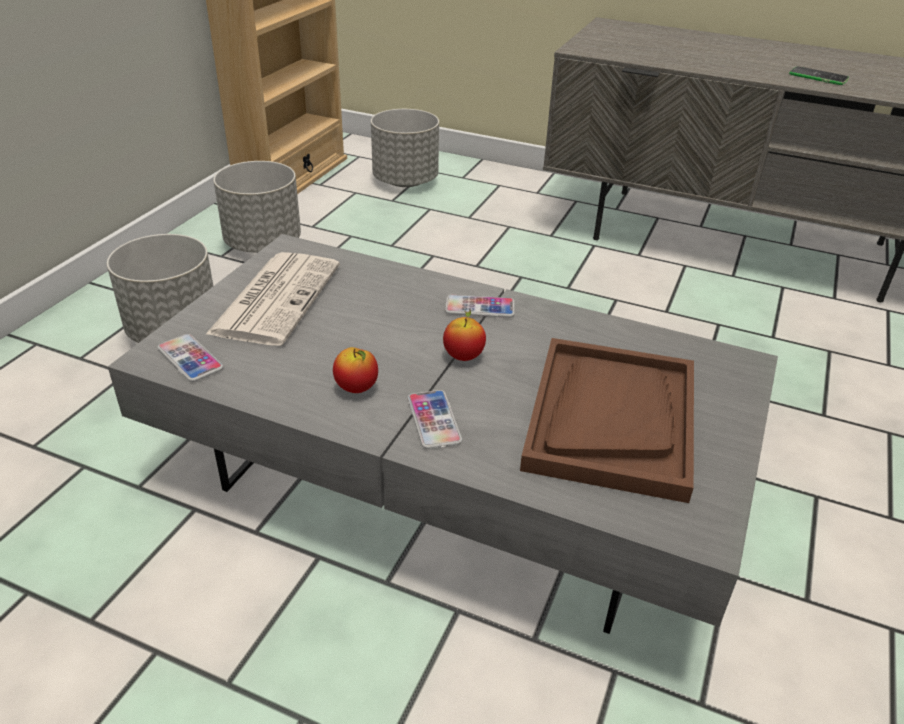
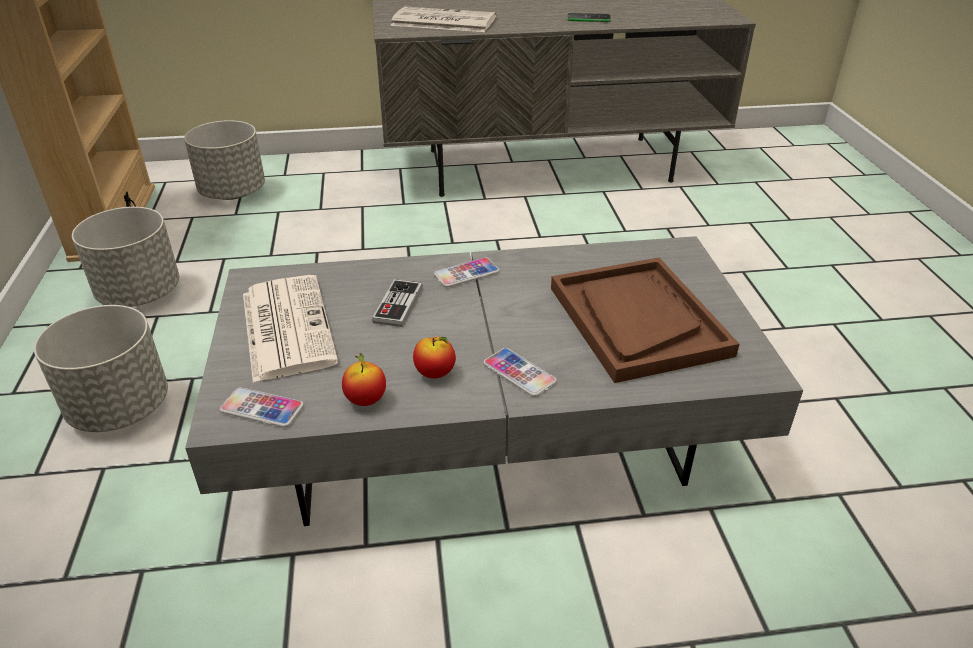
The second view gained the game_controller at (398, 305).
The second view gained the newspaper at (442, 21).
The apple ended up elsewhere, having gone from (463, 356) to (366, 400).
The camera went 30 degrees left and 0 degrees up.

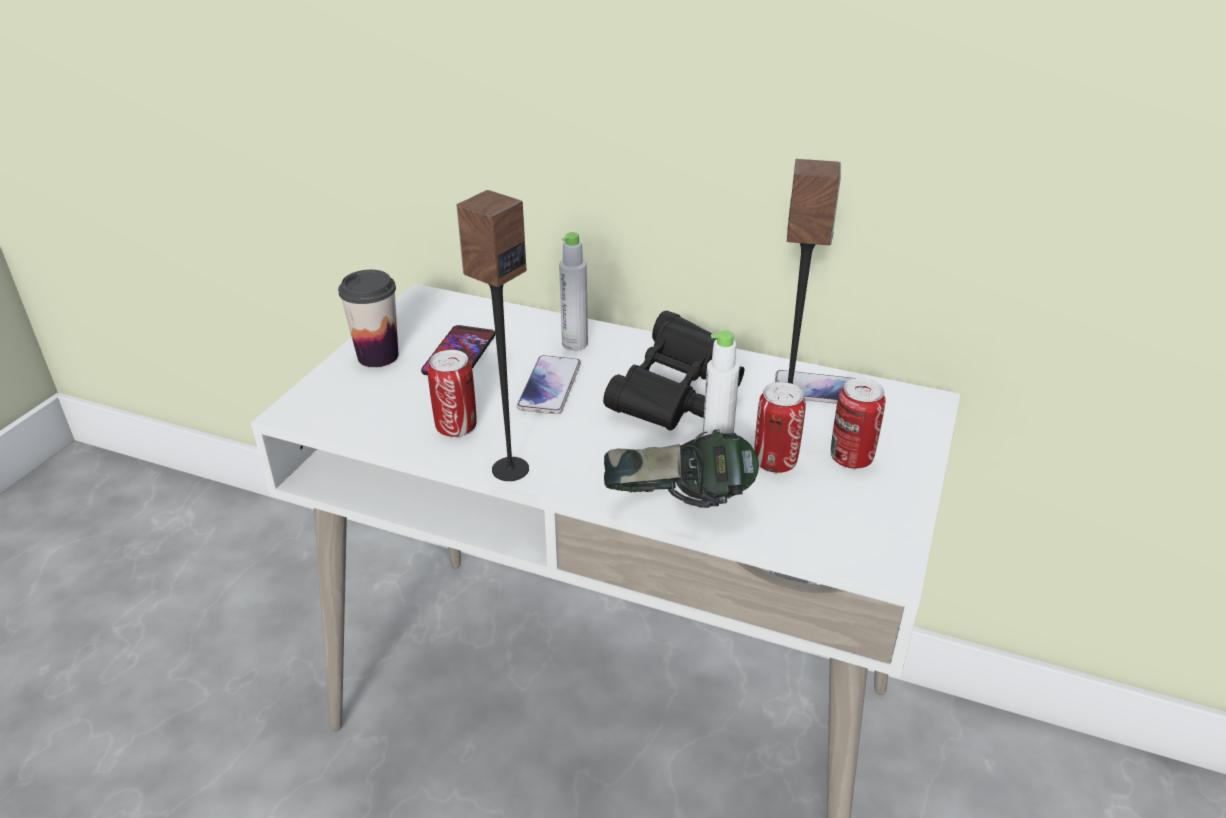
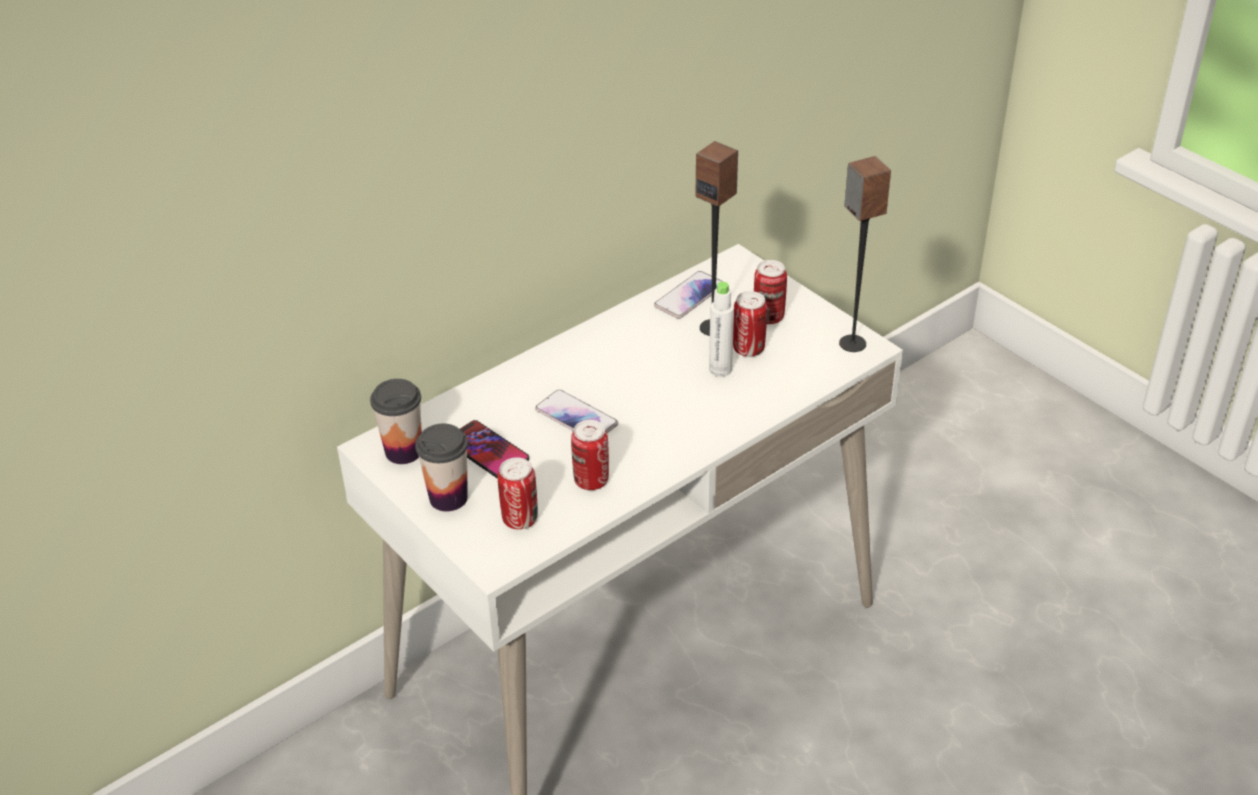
The second view lost the grey_bottle at (575, 344).
The second view lost the black_binoculars at (677, 398).
The second view lost the headphones at (678, 509).
The second view gained the cup at (403, 451).
The second view gained the can at (520, 519).
The speaker ended up elsewhere, having gone from (509, 469) to (852, 344).
The camera went 60 degrees left and 5 degrees up.

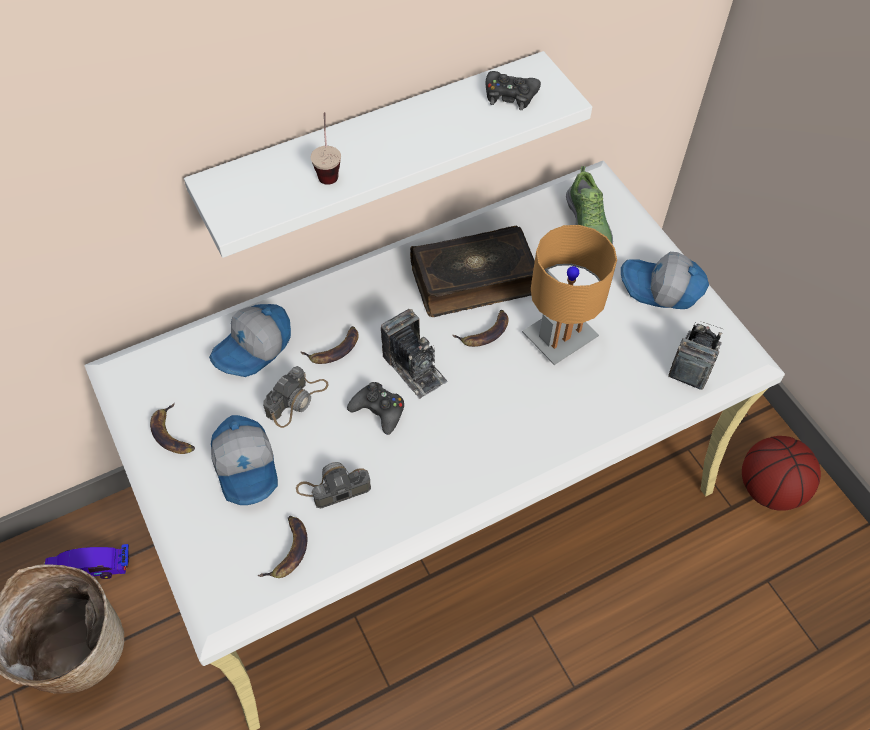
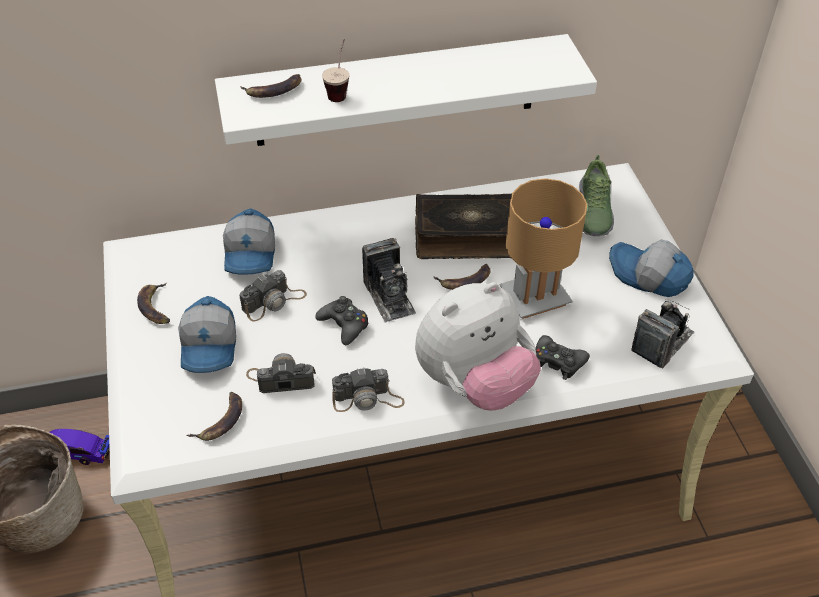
The second view lost the basketball at (769, 488).
The second view gained the photo_camera at (367, 399).
The second view gained the plush_toy at (474, 383).
The banana ended up elsewhere, having gone from (334, 349) to (274, 90).
The black_game_controller ended up elsewhere, having gone from (510, 95) to (558, 362).
The cap at (254, 348) ended up facing another way, 60 degrees counterclockwise from before.
The camera went 15 degrees right and 10 degrees down.

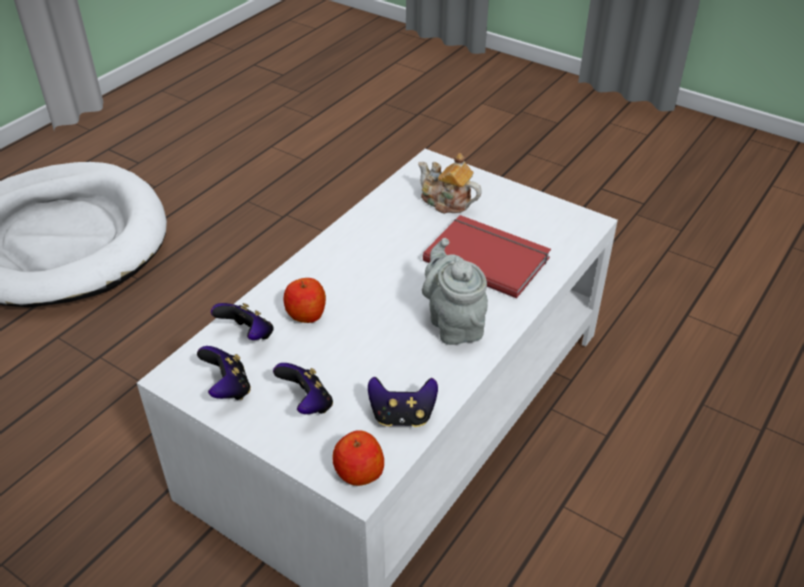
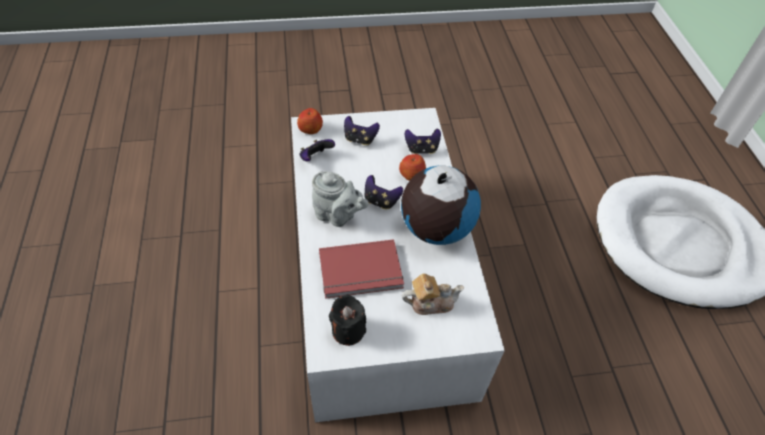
The second view gained the black_candle at (348, 330).
The second view gained the globe at (435, 228).
The game_controller ended up elsewhere, having gone from (227, 388) to (381, 201).
The camera went 135 degrees right and 10 degrees up.

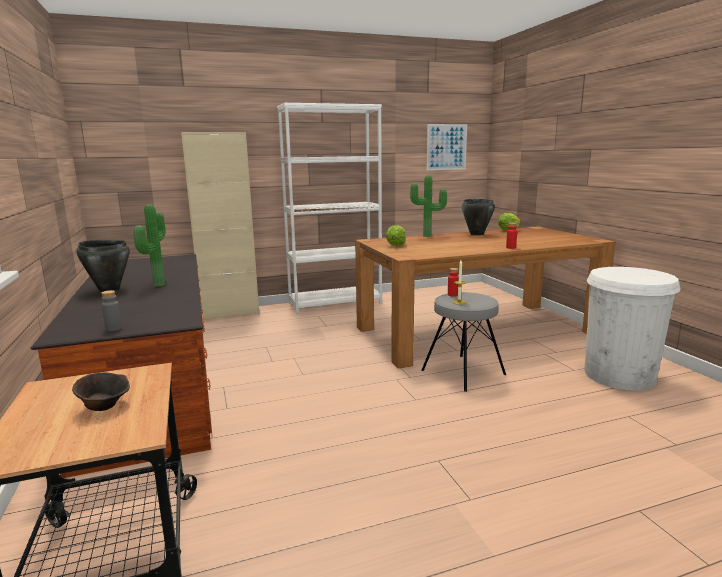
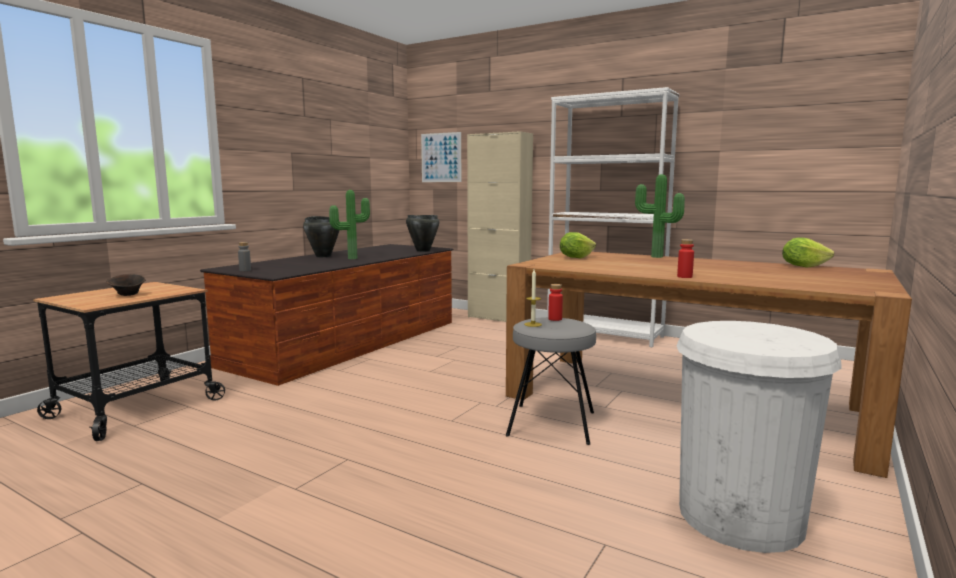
The picture ended up elsewhere, having gone from (446, 147) to (441, 157).
The black_cooking_pot ended up elsewhere, having gone from (476, 234) to (422, 251).
The camera went 50 degrees right and 5 degrees down.

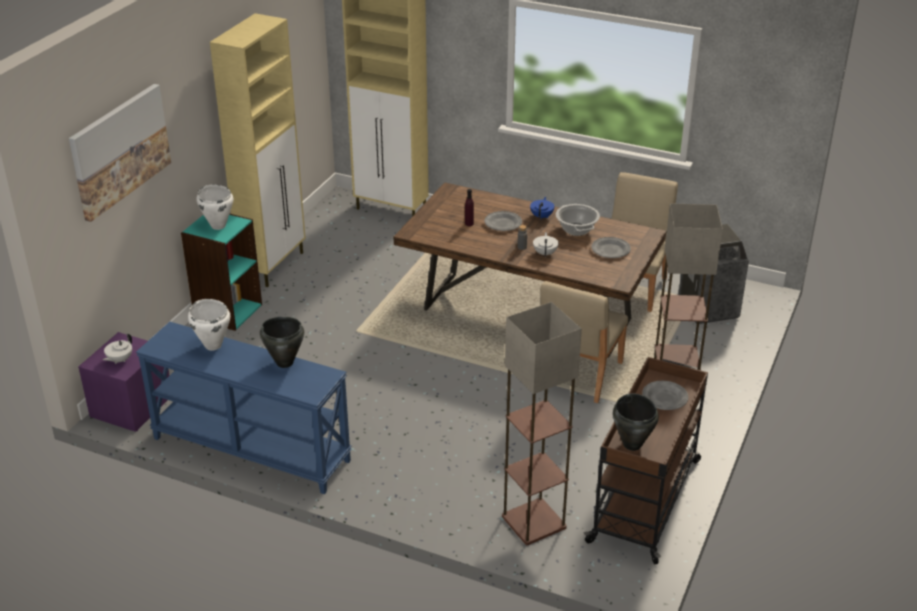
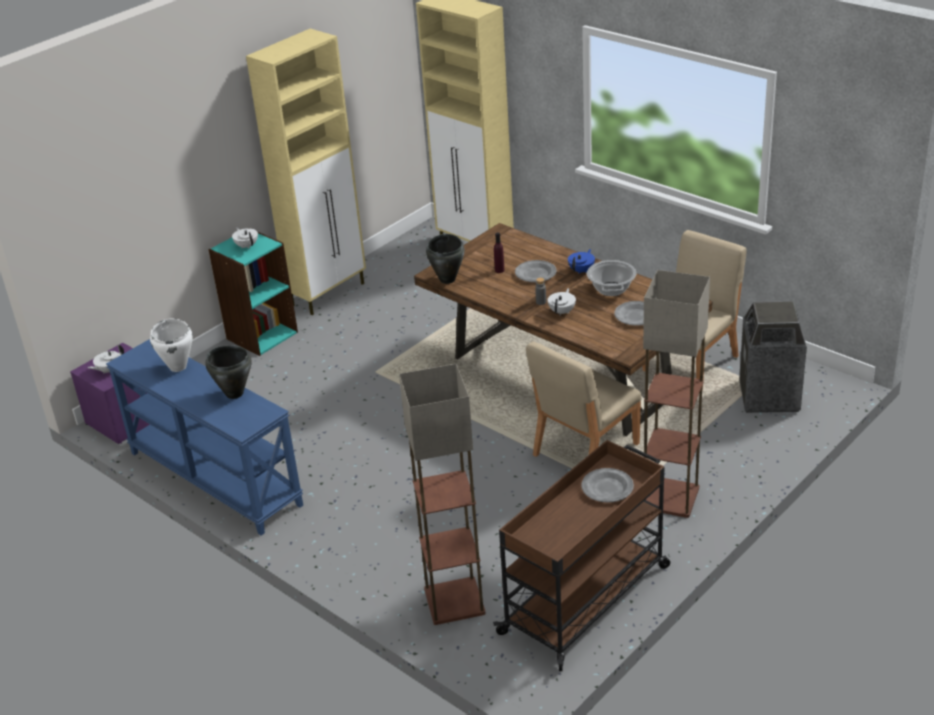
The second view lost the picture at (120, 150).
The black_cooking_pot ended up elsewhere, having gone from (632, 444) to (448, 279).
Where the white_cooking_pot stood at (218, 225), the white_teapot came to stand at (247, 246).
The camera went 20 degrees right and 0 degrees up.

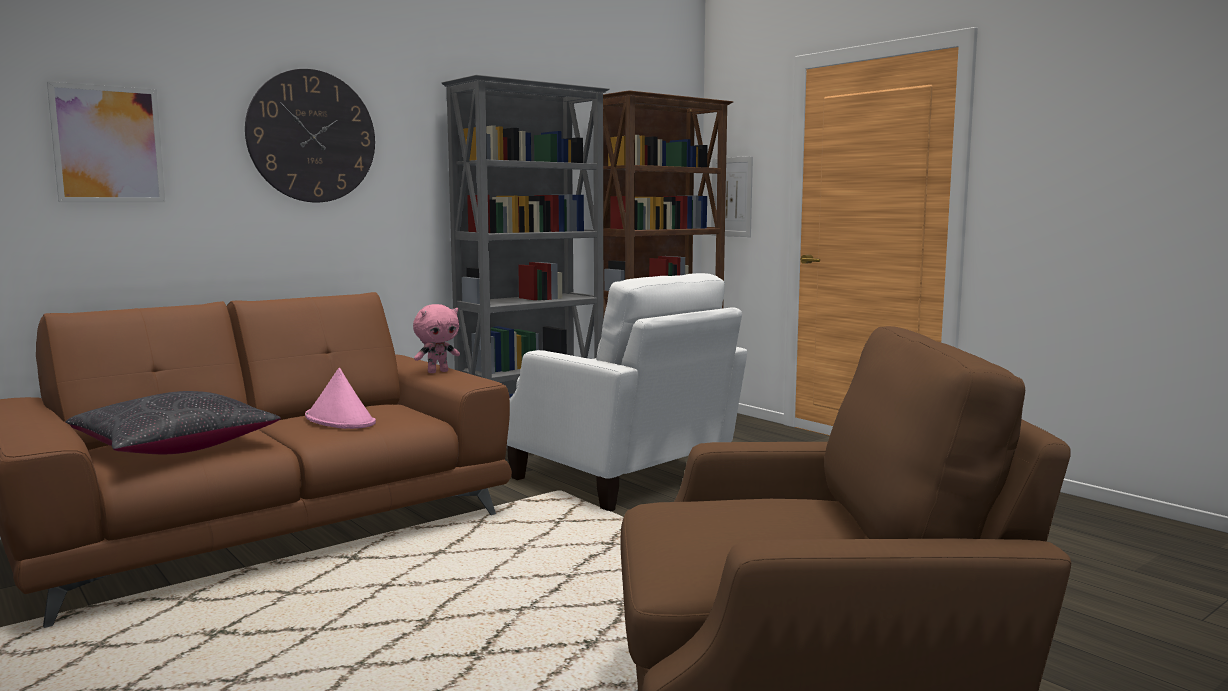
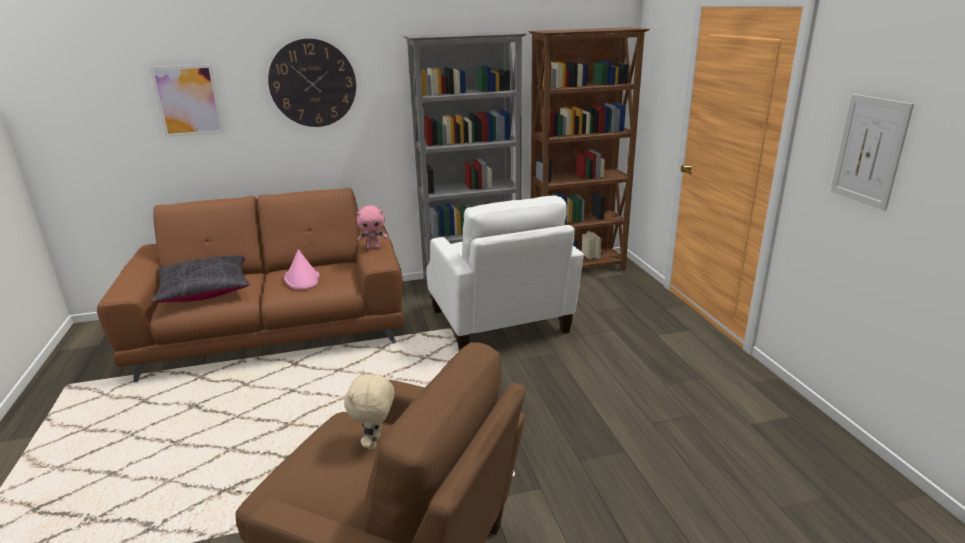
The second view gained the beige_plush_toy at (375, 443).
The picture ended up elsewhere, having gone from (732, 197) to (869, 151).
The camera went 25 degrees right and 15 degrees up.

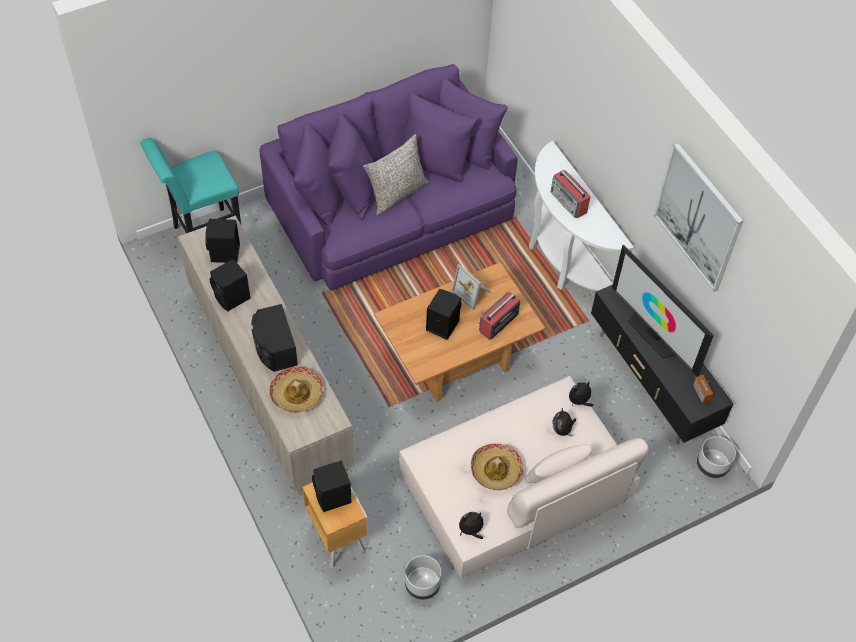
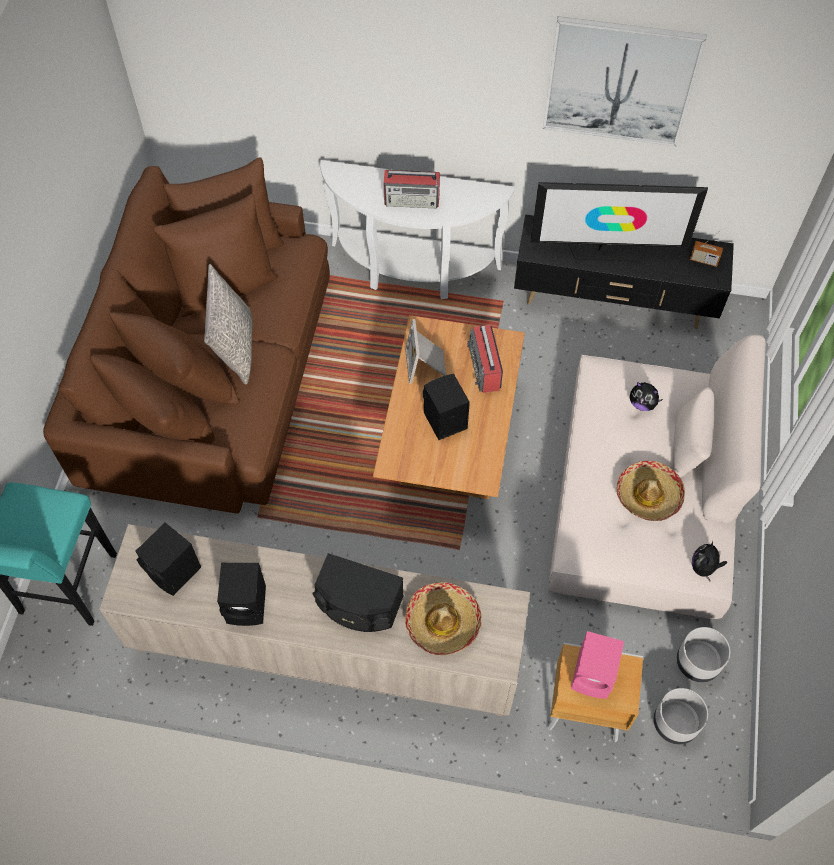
The second view lost the plush_toy at (579, 401).
The grey_planter ended up elsewhere, having gone from (712, 465) to (675, 723).
What was the purple_sofa at (392, 208) turned into the brown_sofa at (209, 374).
What was the black_speaker at (333, 497) turned into the pink_speaker at (594, 676).
The picture_frame at (473, 292) ended up facing another way, 90 degrees clockwise from before.
The camera went 50 degrees left and 5 degrees up.

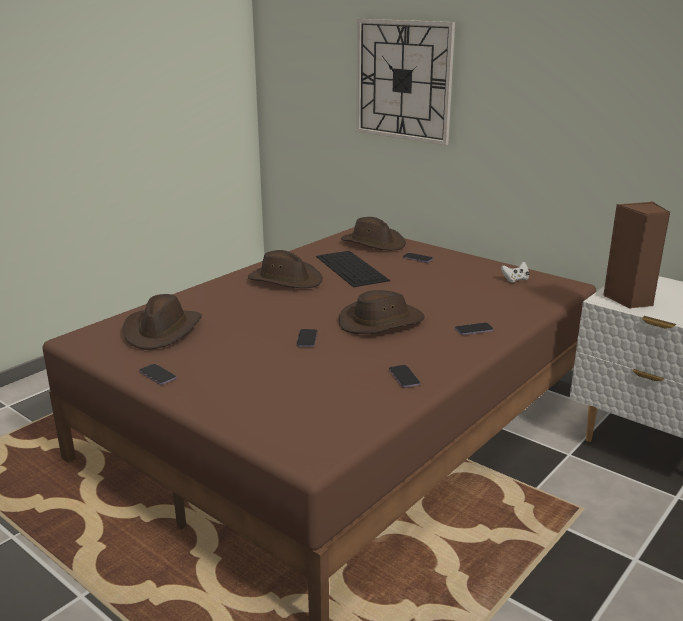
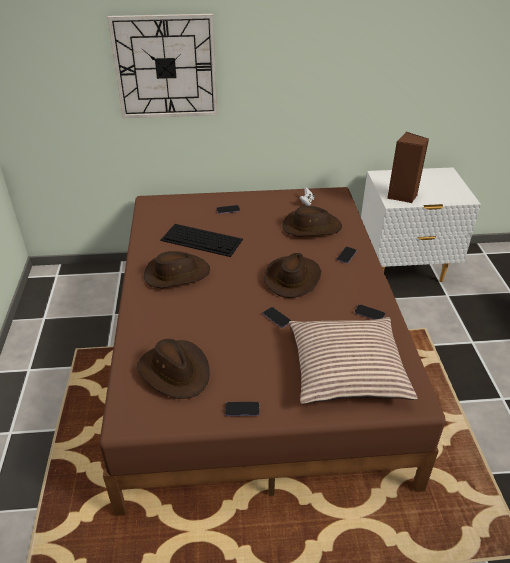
The second view gained the pillow at (346, 369).
The brown_hat ended up elsewhere, having gone from (373, 243) to (311, 227).
The camera went 45 degrees left and 15 degrees up.

